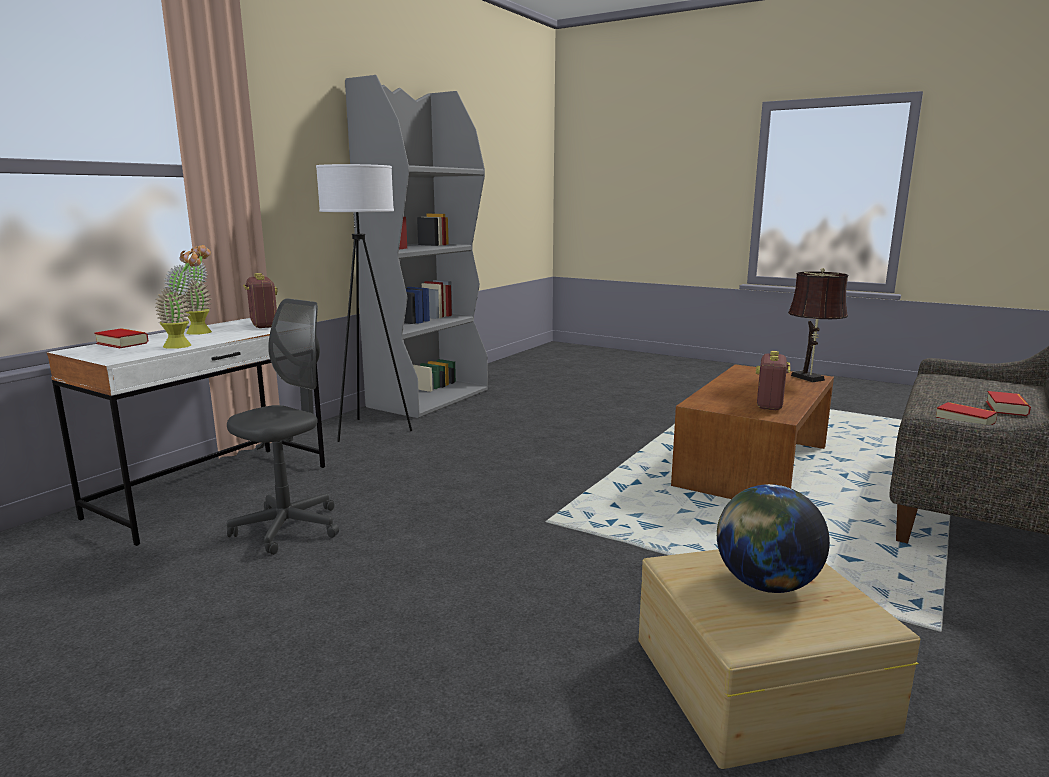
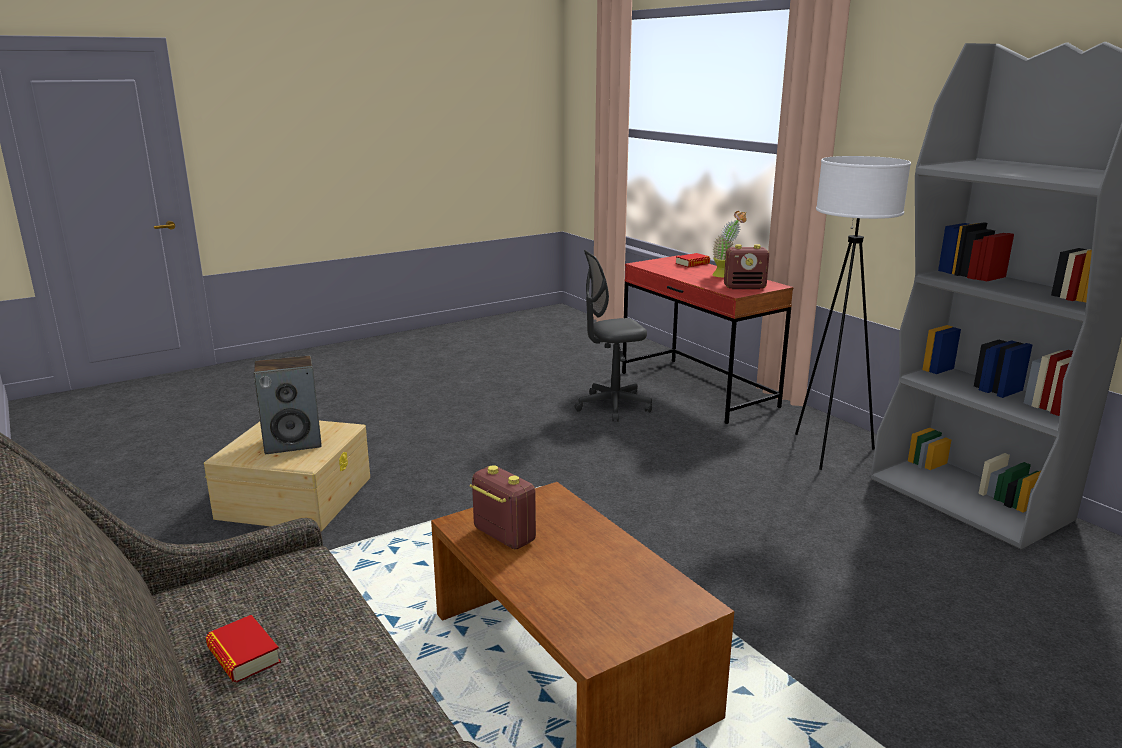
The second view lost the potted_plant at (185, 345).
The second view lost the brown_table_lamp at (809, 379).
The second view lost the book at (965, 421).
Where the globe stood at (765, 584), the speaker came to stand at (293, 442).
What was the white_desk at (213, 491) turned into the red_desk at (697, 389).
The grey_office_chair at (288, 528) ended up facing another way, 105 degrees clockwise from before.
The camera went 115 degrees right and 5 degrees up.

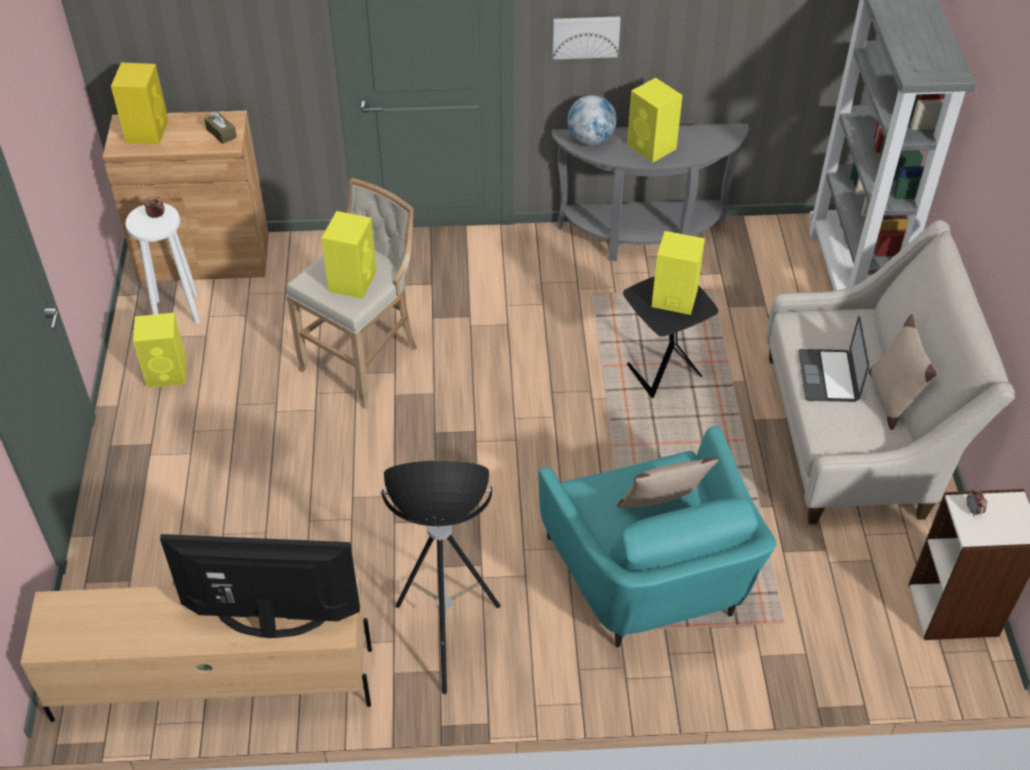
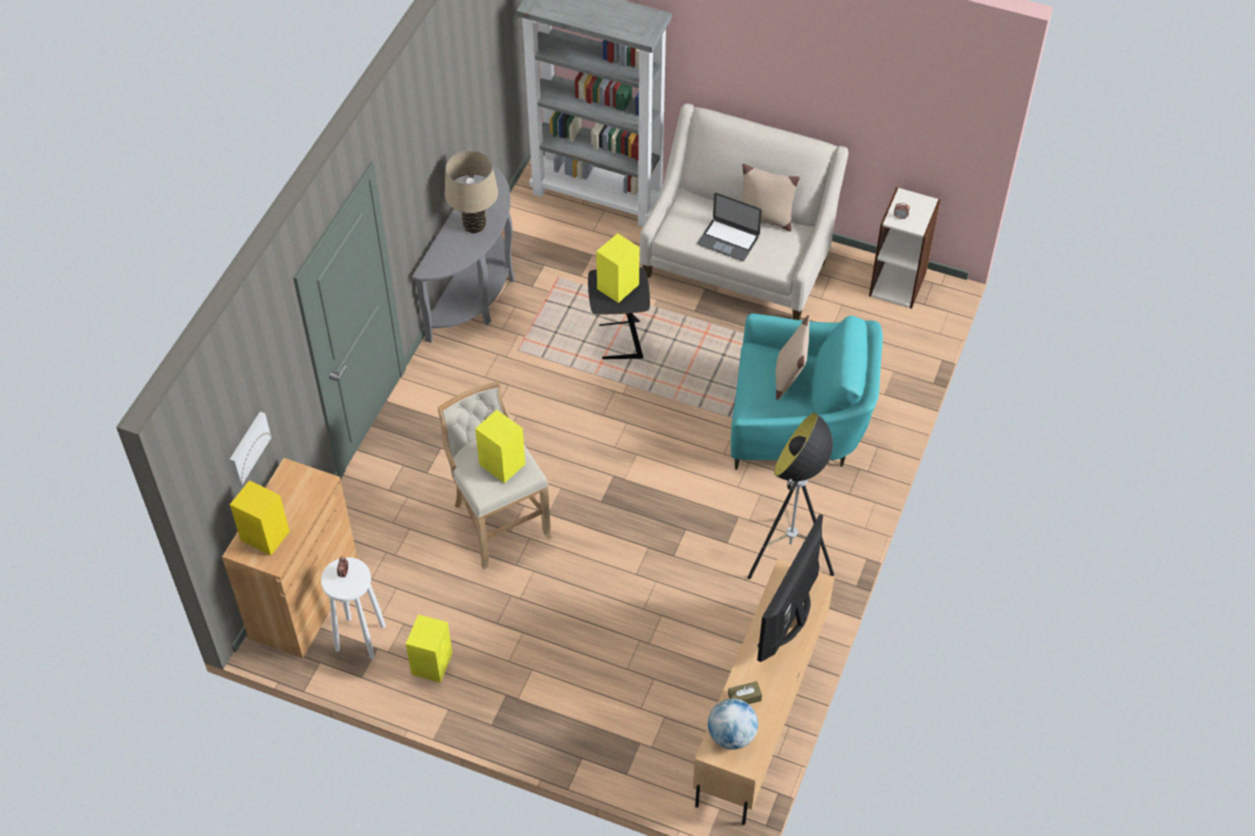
The brown_tissue_box ended up elsewhere, having gone from (221, 133) to (744, 697).
The picture ended up elsewhere, having gone from (585, 36) to (248, 447).
The globe ended up elsewhere, having gone from (591, 139) to (731, 735).
Where the yellow_speaker stood at (652, 147), the beige_table_lamp came to stand at (474, 225).
The camera went 65 degrees left and 5 degrees up.

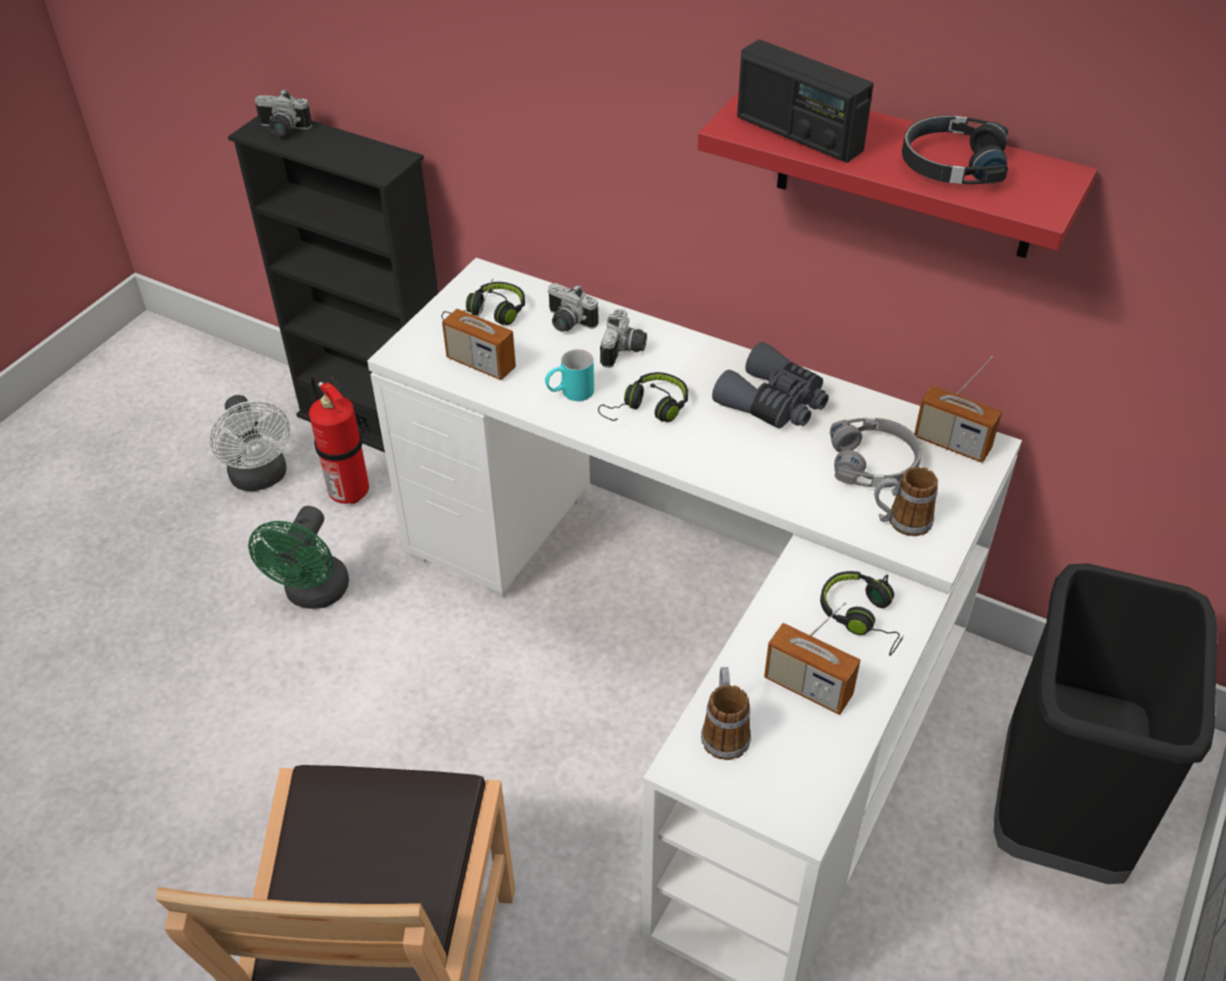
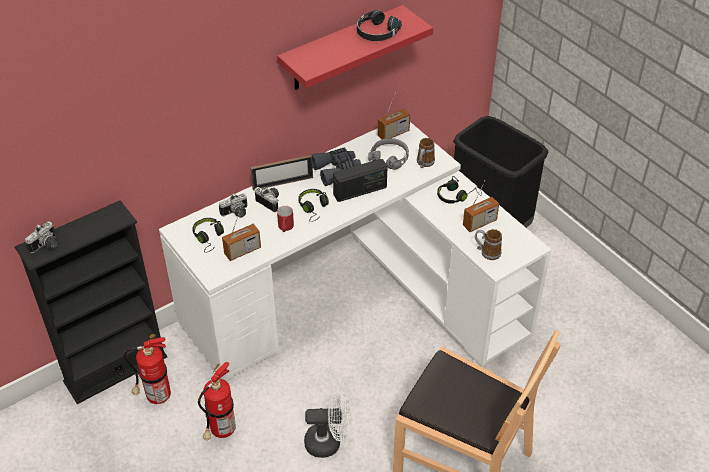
The second view gained the picture_frame at (283, 183).
The white_fan ended up elsewhere, having gone from (261, 478) to (329, 442).
The radio ended up elsewhere, having gone from (798, 134) to (360, 191).
Where the green_fan stood at (313, 595), the fire_extinguisher came to stand at (221, 432).
What was the turquoise_mug at (570, 393) turned into the red_mug at (285, 228).
The camera went 65 degrees left and 0 degrees up.

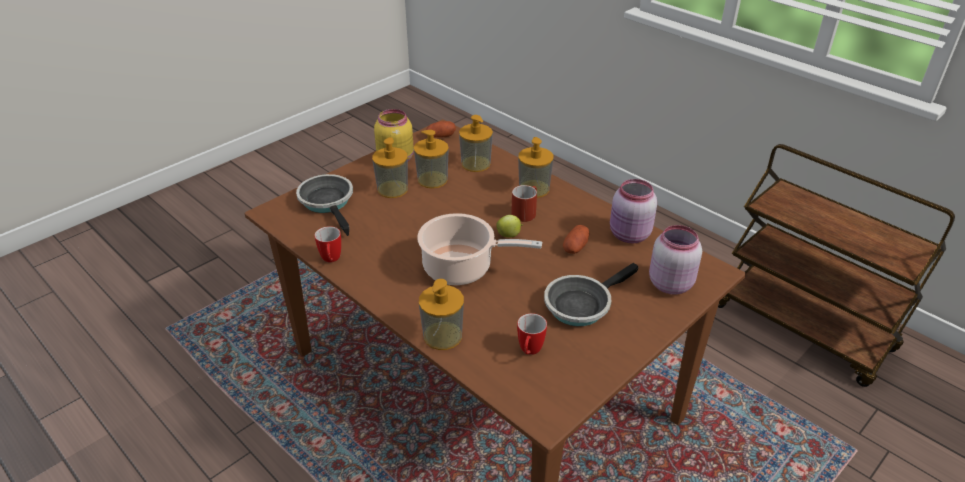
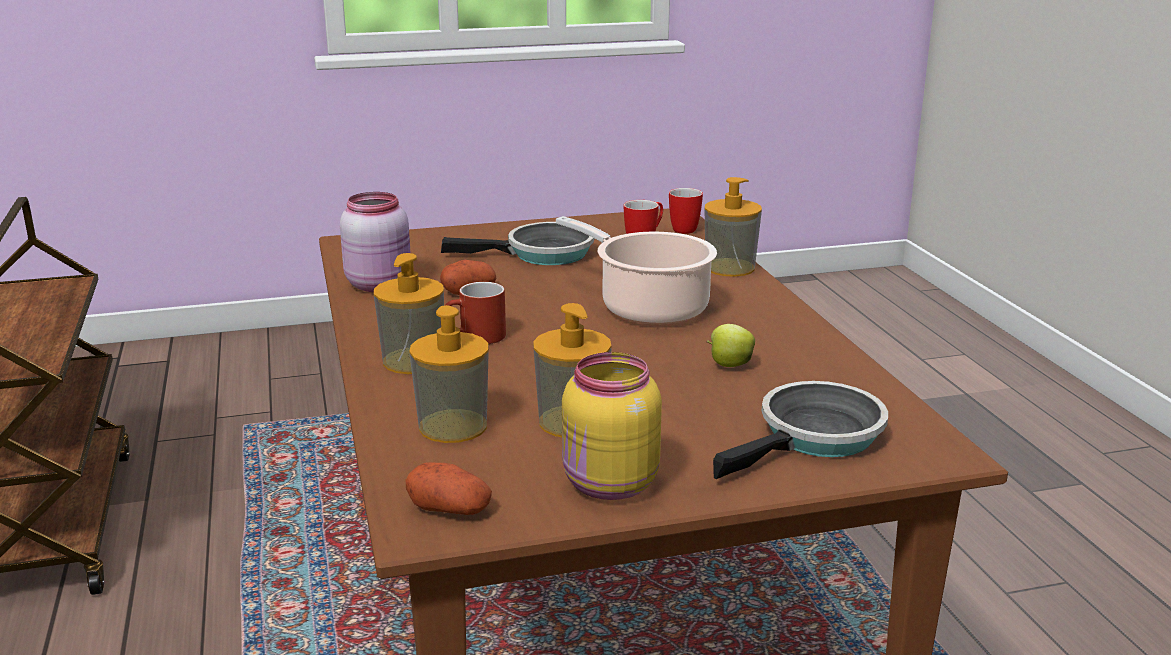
The second view lost the soap_dispenser at (392, 189).
The second view lost the pink_jar at (669, 283).
The mug ended up elsewhere, having gone from (331, 260) to (686, 228).
The apple ended up elsewhere, having gone from (509, 235) to (729, 365).
The frying_pan at (328, 203) ended up facing another way, 135 degrees counterclockwise from before.
The camera went 150 degrees left and 15 degrees down.

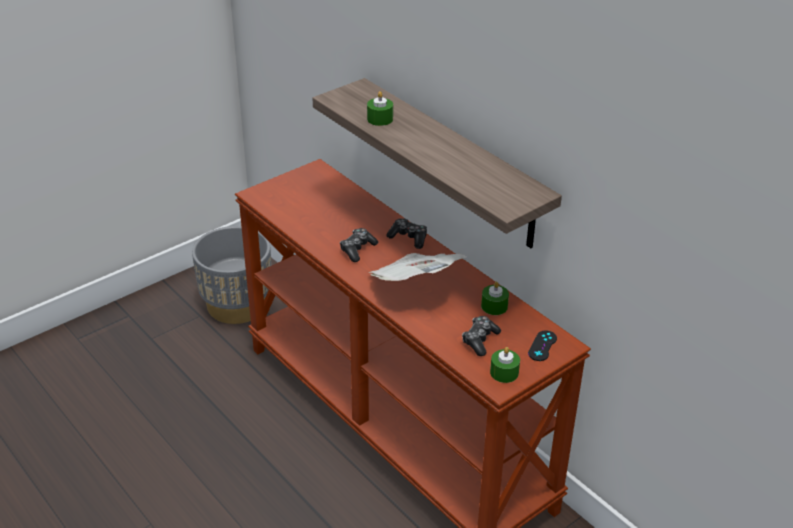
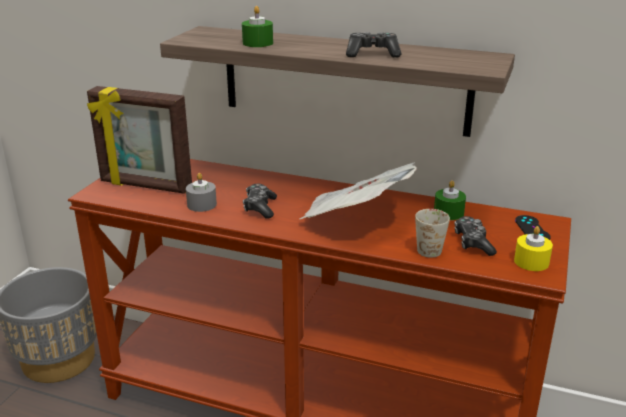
The second view gained the picture_frame at (145, 186).
The second view gained the grey_candle at (202, 204).
The second view gained the white_mug at (432, 247).
The game_controller ended up elsewhere, having gone from (408, 238) to (372, 54).
What was the green_candle at (504, 372) turned into the yellow_candle at (531, 262).
The camera went 30 degrees left and 10 degrees down.

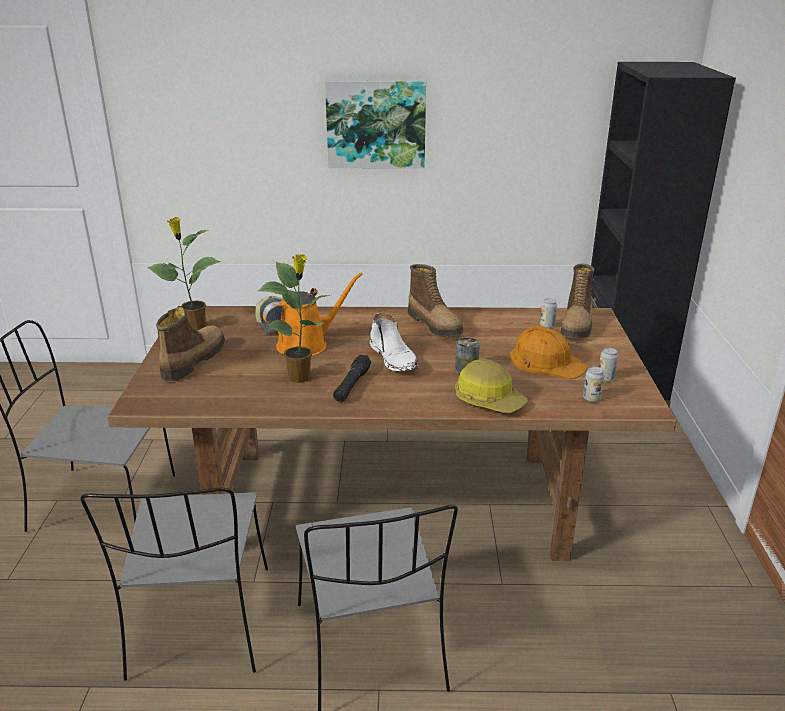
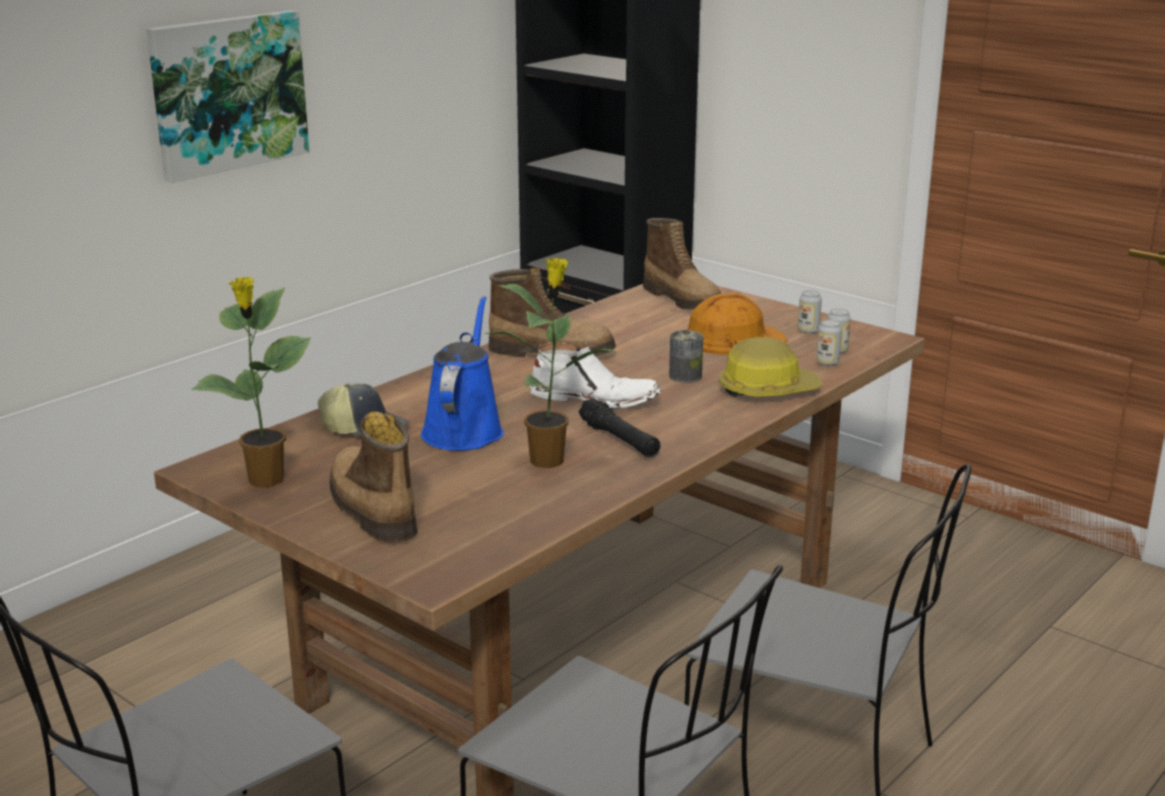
The can ended up elsewhere, having gone from (547, 325) to (827, 362).
What was the orange_watering_can at (307, 344) turned into the blue_watering_can at (464, 429).
The camera went 50 degrees left and 5 degrees down.

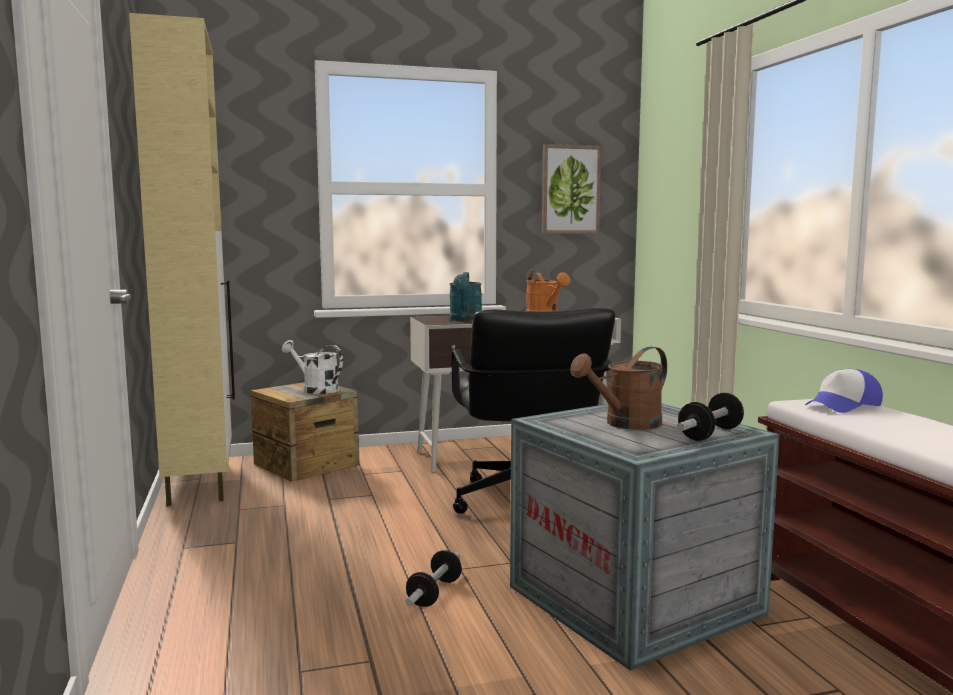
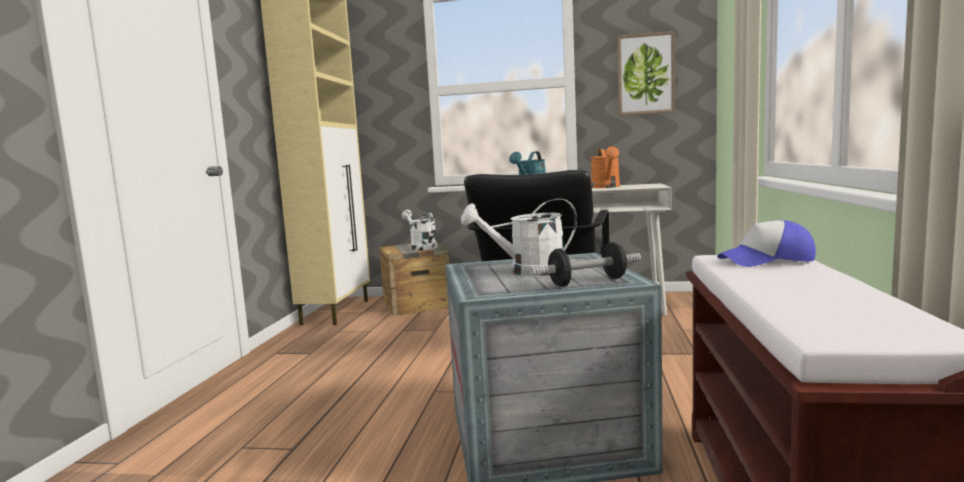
The second view lost the dumbbell at (434, 593).
What was the brown_watering_can at (626, 424) turned into the white_watering_can at (528, 271).
The camera went 25 degrees right and 0 degrees up.

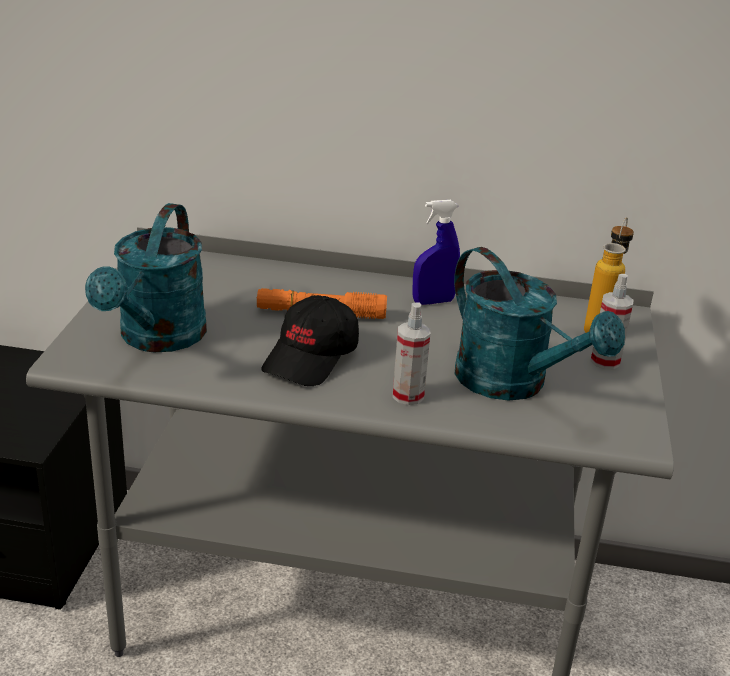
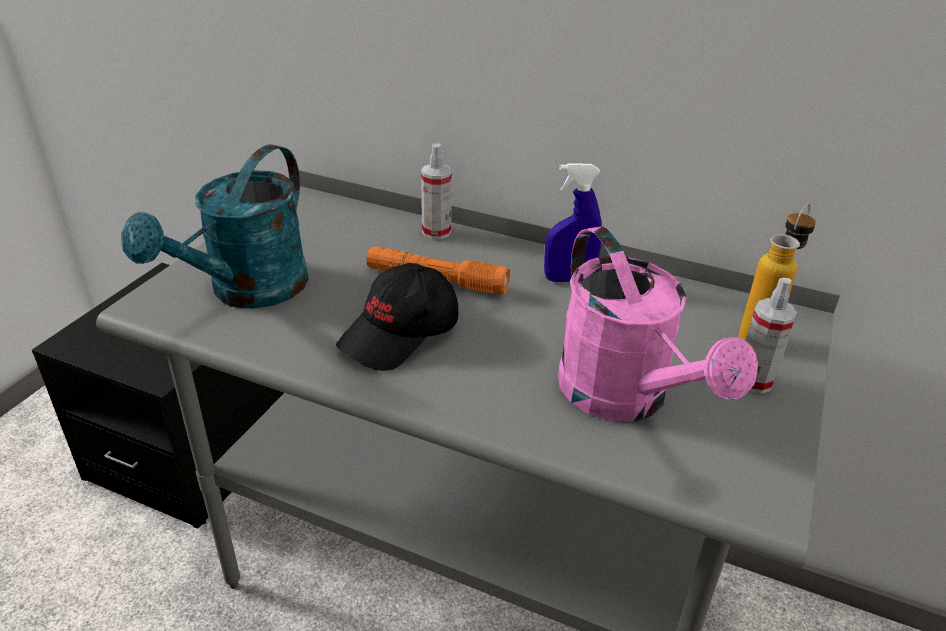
The spray_bottle ended up elsewhere, having gone from (408, 395) to (436, 232).
What was the turquoise_watering_can at (513, 384) turned into the pink_watering_can at (625, 398).
The camera went 15 degrees right and 5 degrees up.

